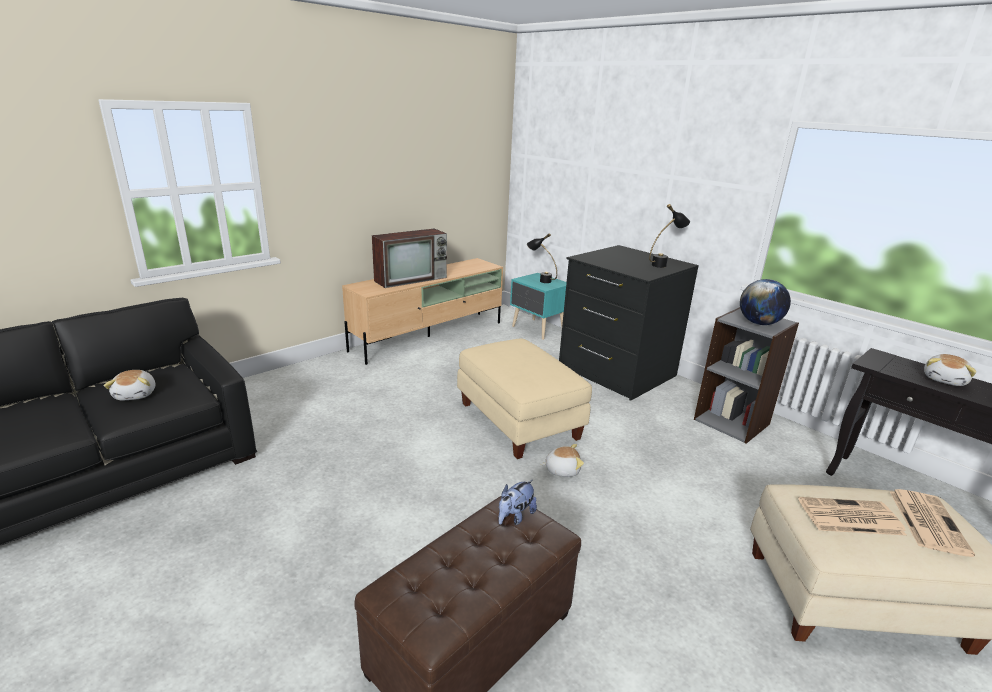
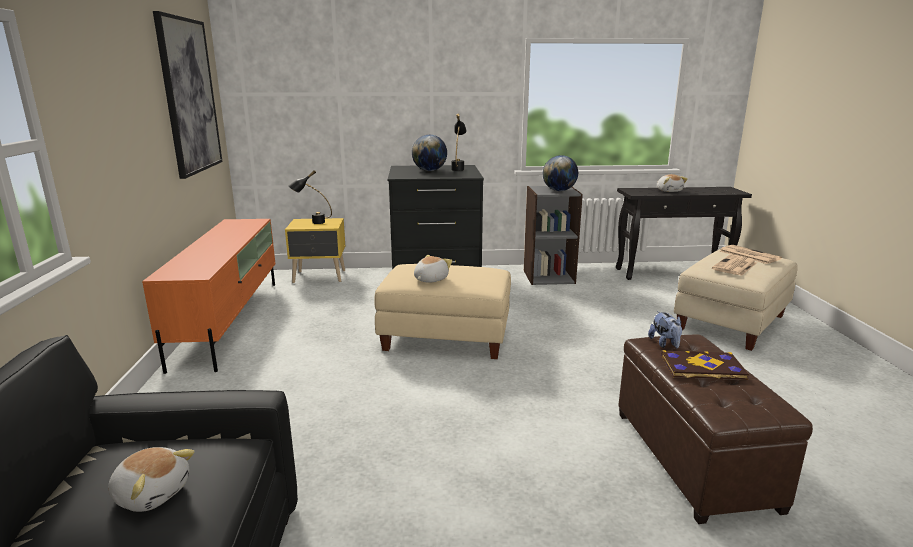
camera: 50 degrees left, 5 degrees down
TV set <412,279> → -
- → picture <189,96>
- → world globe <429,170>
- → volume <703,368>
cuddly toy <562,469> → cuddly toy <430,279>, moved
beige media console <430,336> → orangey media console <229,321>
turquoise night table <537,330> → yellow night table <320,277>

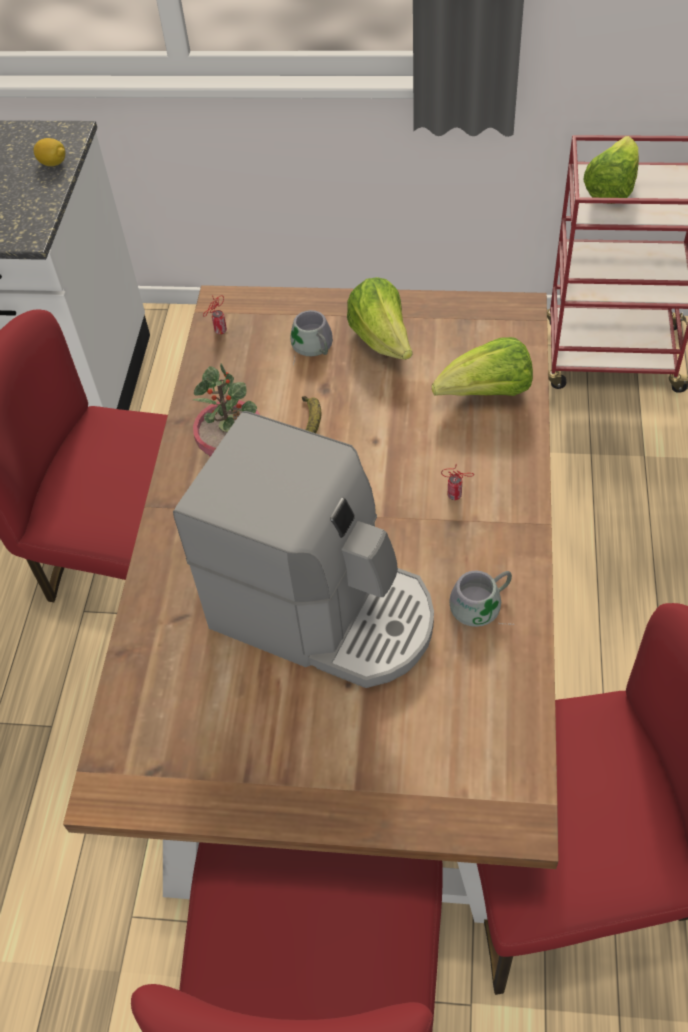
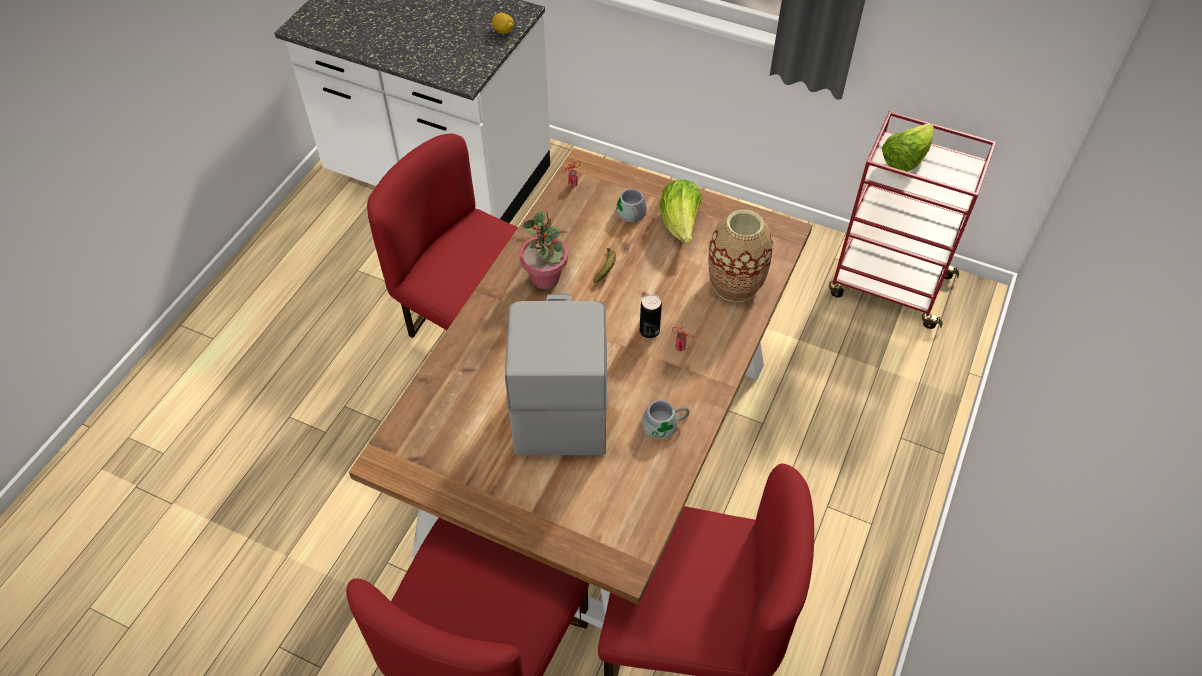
camera: 15 degrees right, 0 degrees up
- → sealed can <649,331>
head of lettuce <487,394> → vase <735,285>
coffee maker <324,612> → coffee maker <560,396>, 135 degrees counterclockwise

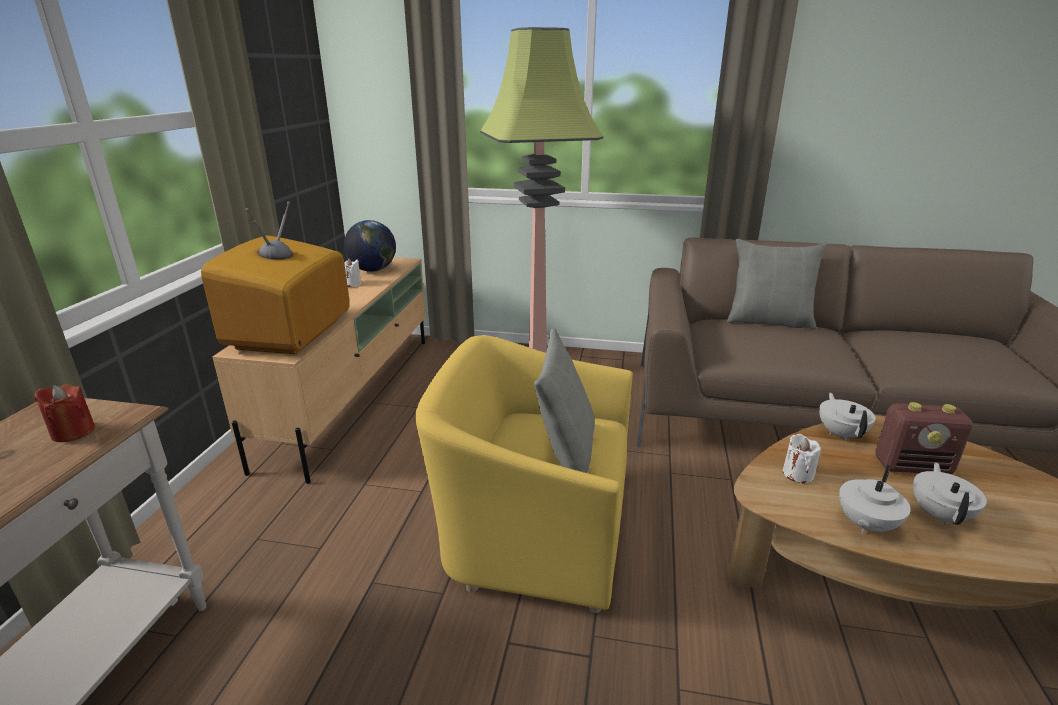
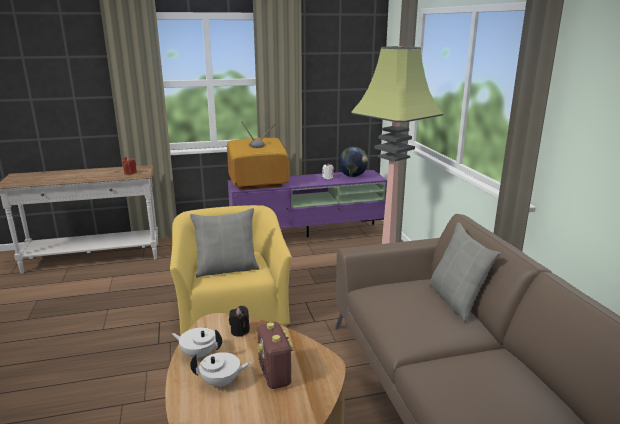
camera: 65 degrees right, 5 degrees down
white-coloured tea pot <841,433> → -
beige media console <353,395> → purple media console <308,236>
white-coloured candle <798,474> → blackish candle <240,331>

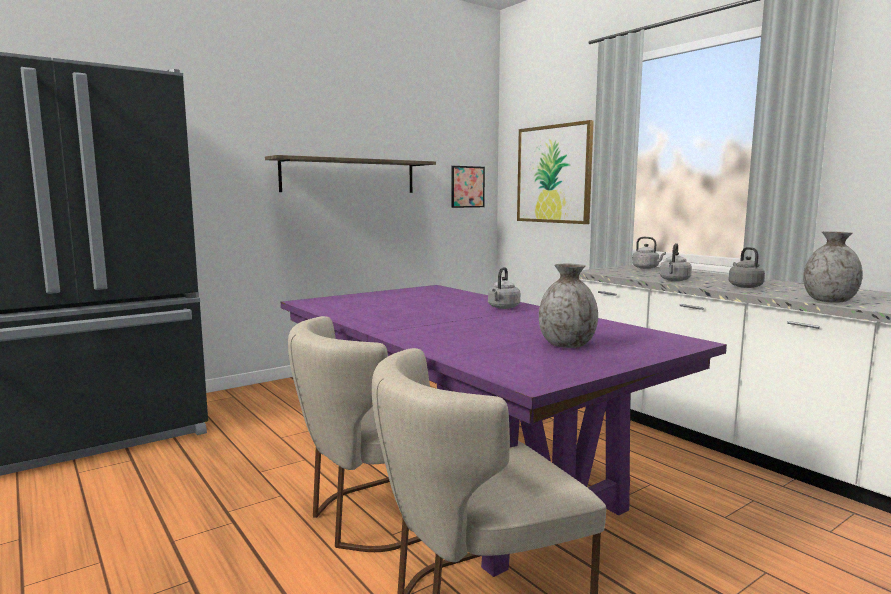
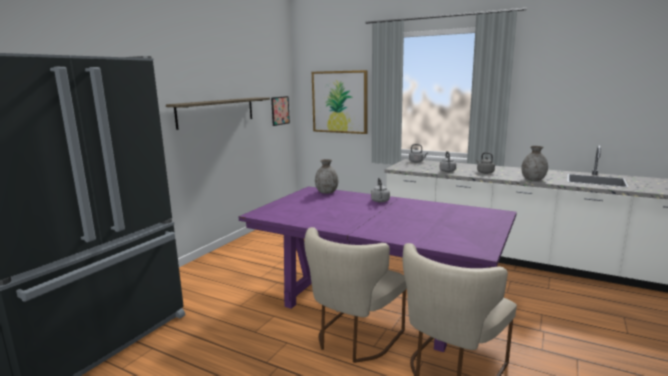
camera: 25 degrees left, 5 degrees up
greyish vase <566,345> → greyish vase <326,192>, moved

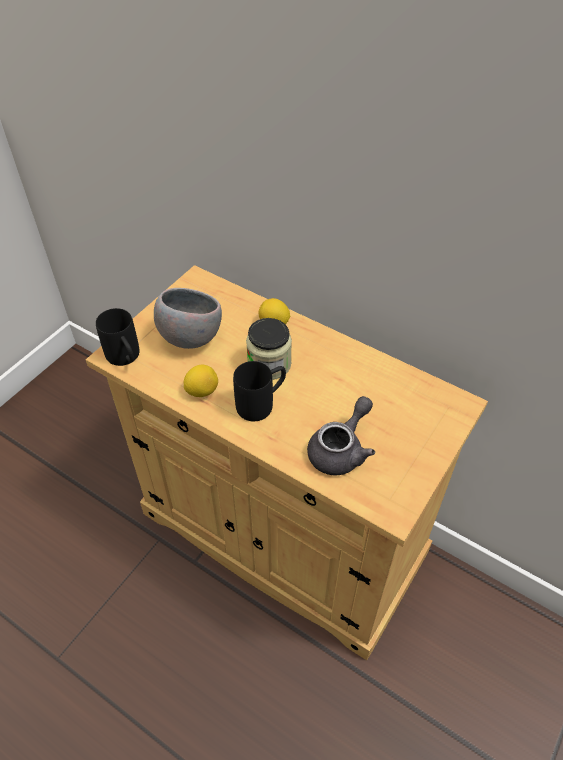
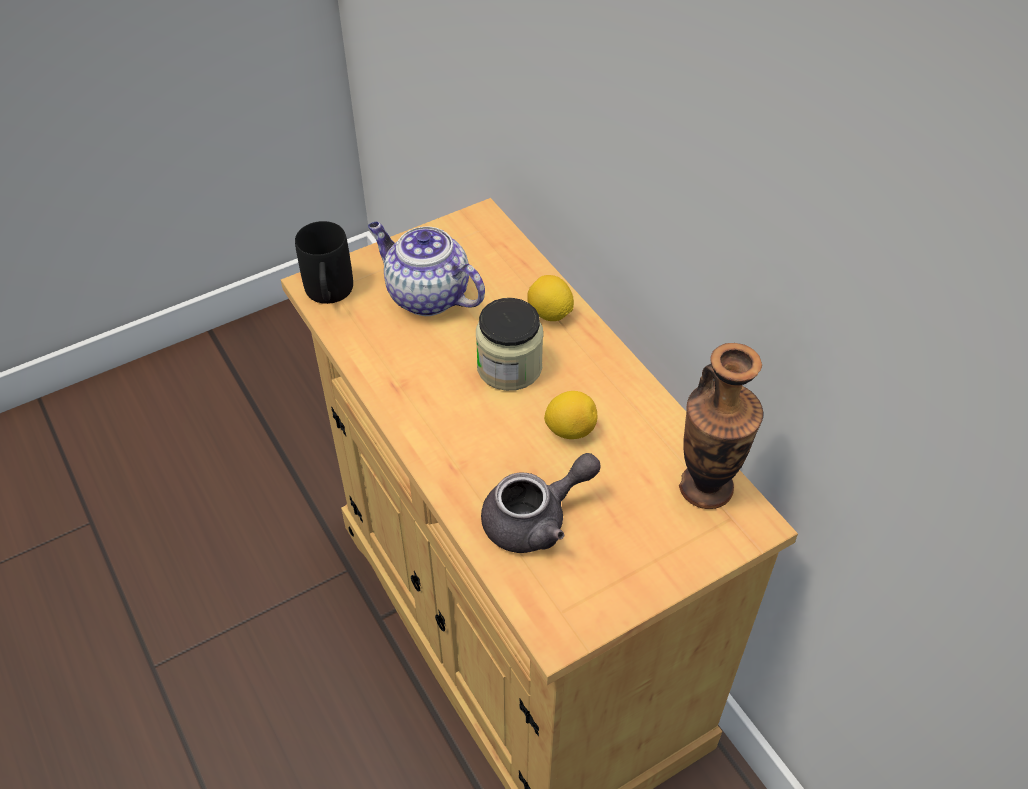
camera: 25 degrees right, 0 degrees up
blackish mug <262,403> → -
- → vase <706,487>
lemon <202,391> → lemon <570,430>, moved
greyish deep dish <190,338> → tea pot <426,296>

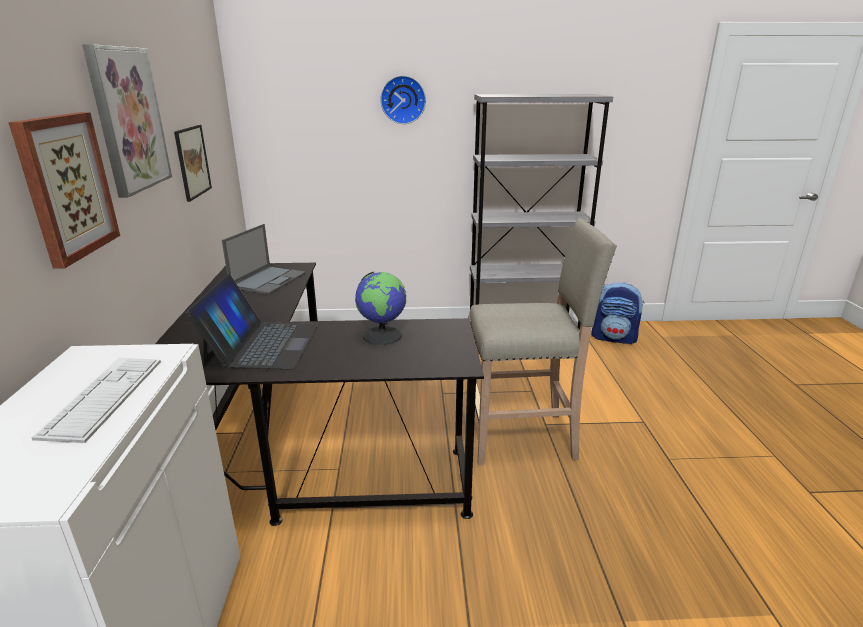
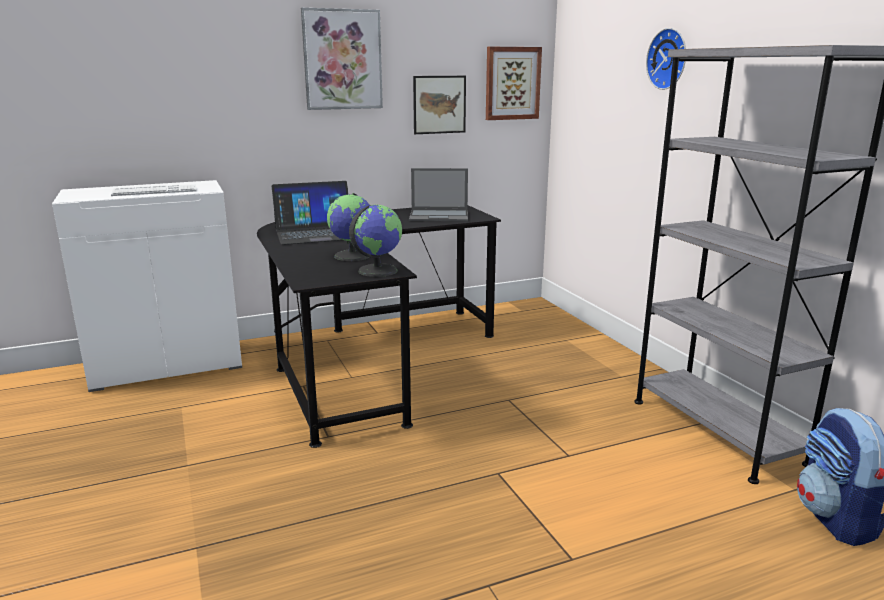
camera: 70 degrees right, 5 degrees down
beige stool seat <523,438> → -
- → world globe <377,270>
picture <66,187> → picture <512,83>, moved

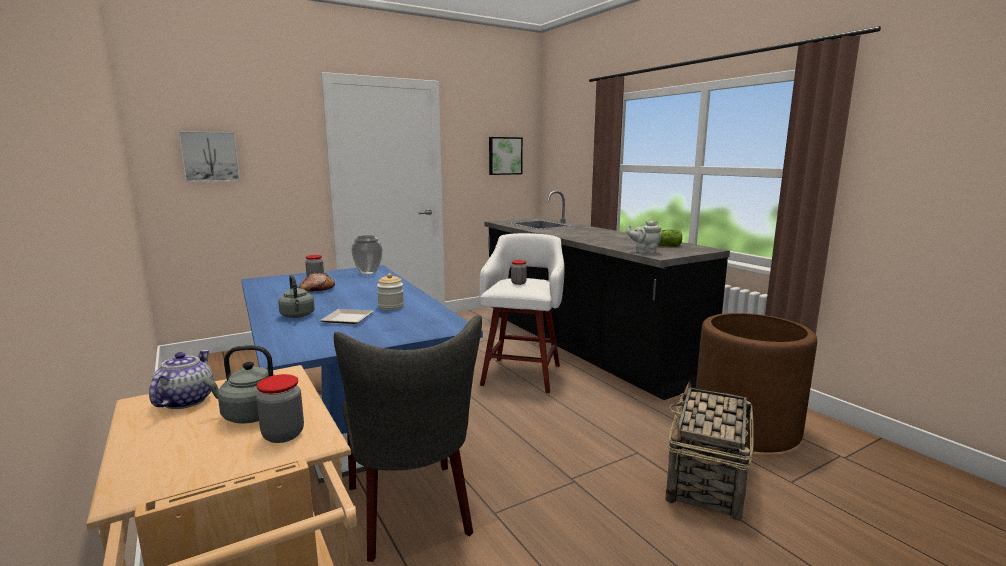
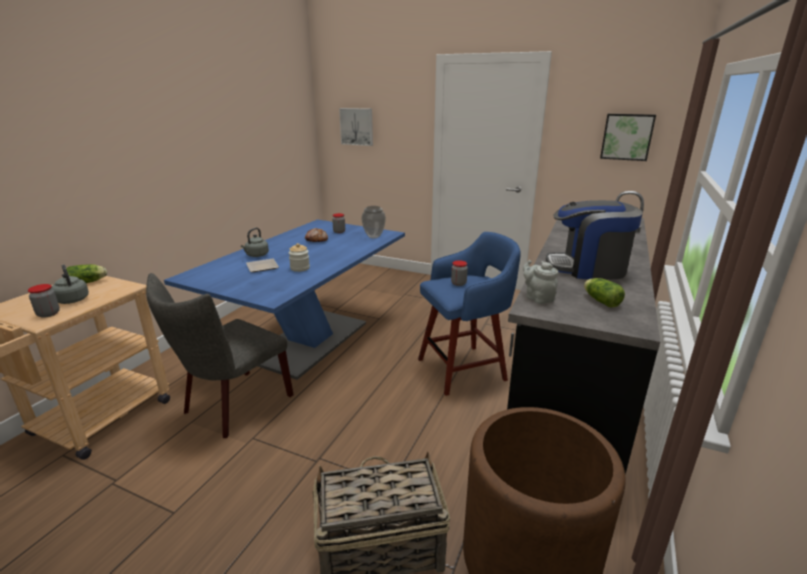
camera: 55 degrees right, 10 degrees up
- → coffee maker <587,268>
tea pot <185,400> → head of lettuce <89,282>
white-coloured stool seat <522,373> → blue stool seat <464,369>

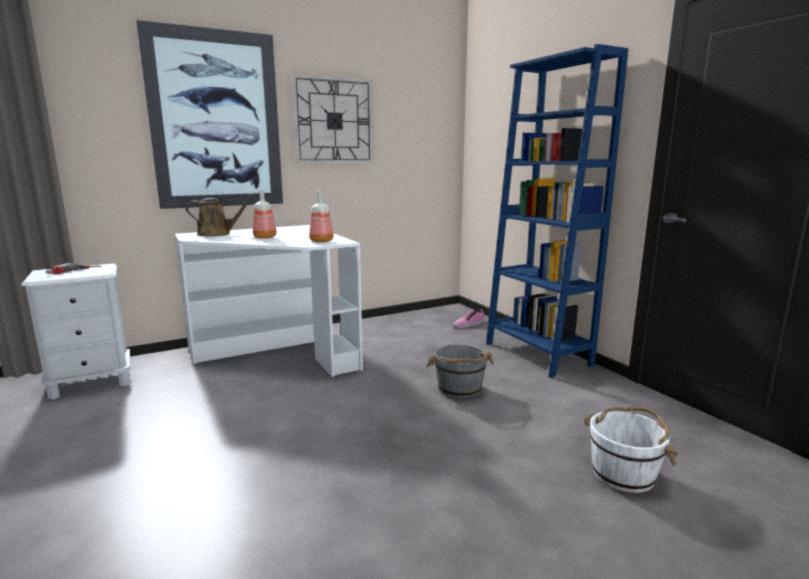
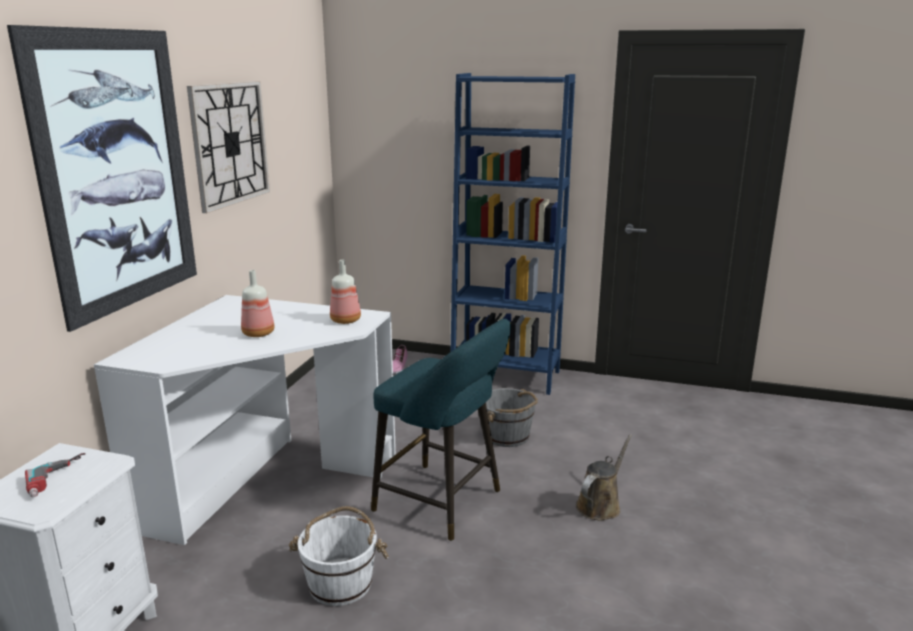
camera: 45 degrees left, 5 degrees up
- → turquoise stool seat <443,503>
brown-coloured watering pot <217,234> → brown-coloured watering pot <600,505>, moved
white-coloured pail <623,473> → white-coloured pail <341,583>, moved

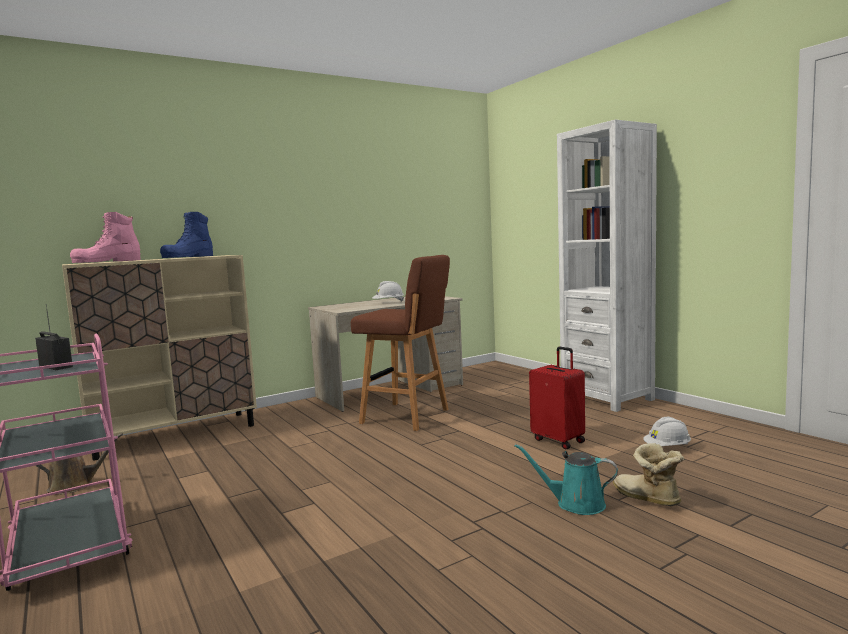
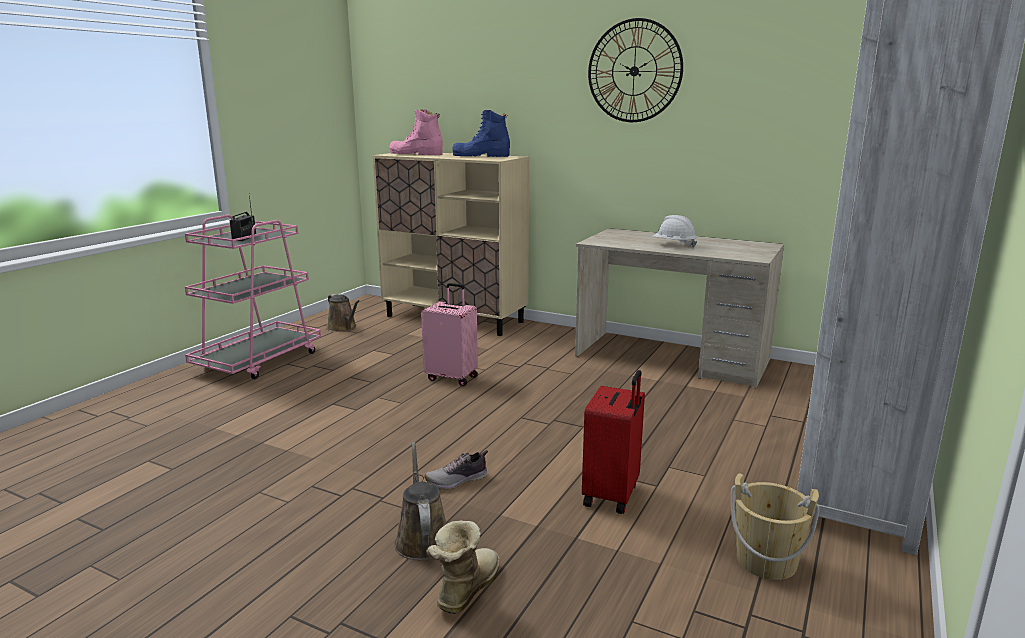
camera: 60 degrees right, 10 degrees up
brown-coloured stool seat <408,417> → -
white-coloured safety helmet <667,448> → -
- → pinkish piece of luggage <452,377>
- → shoe <457,481>
- → hanging clock <634,71>
- → beige pail <766,561>
turquoise watering pot <575,504> → brown-coloured watering pot <421,539>

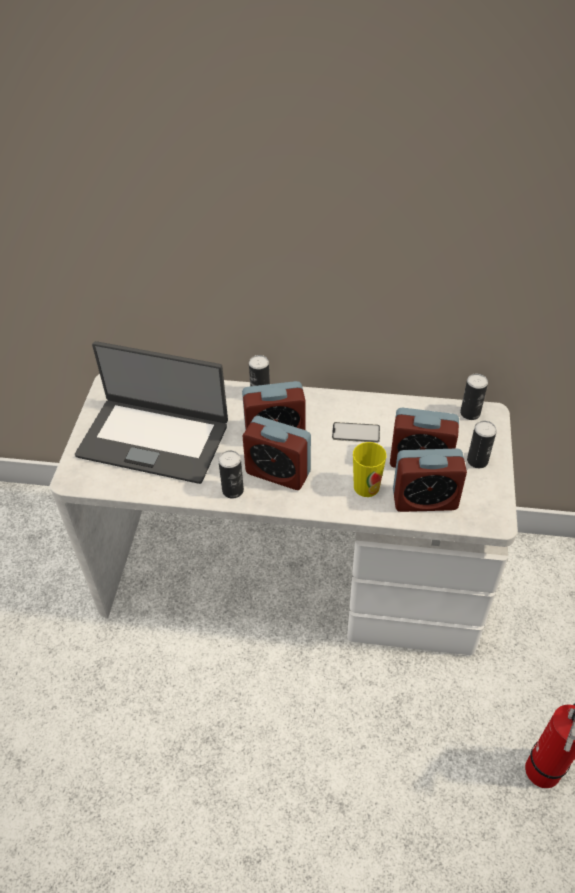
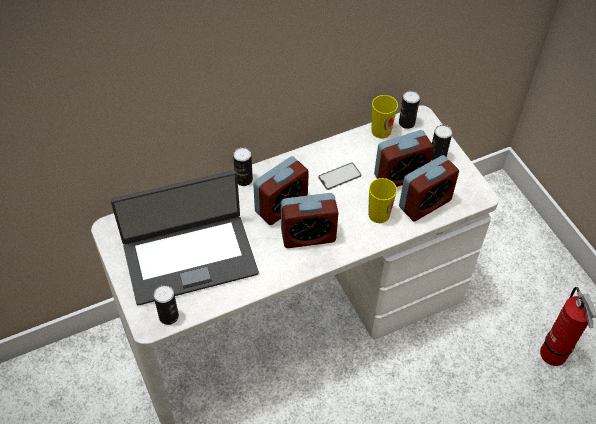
camera: 35 degrees left, 5 degrees up
- → cup <381,131>
sealed can <233,490> → sealed can <168,316>, moved

